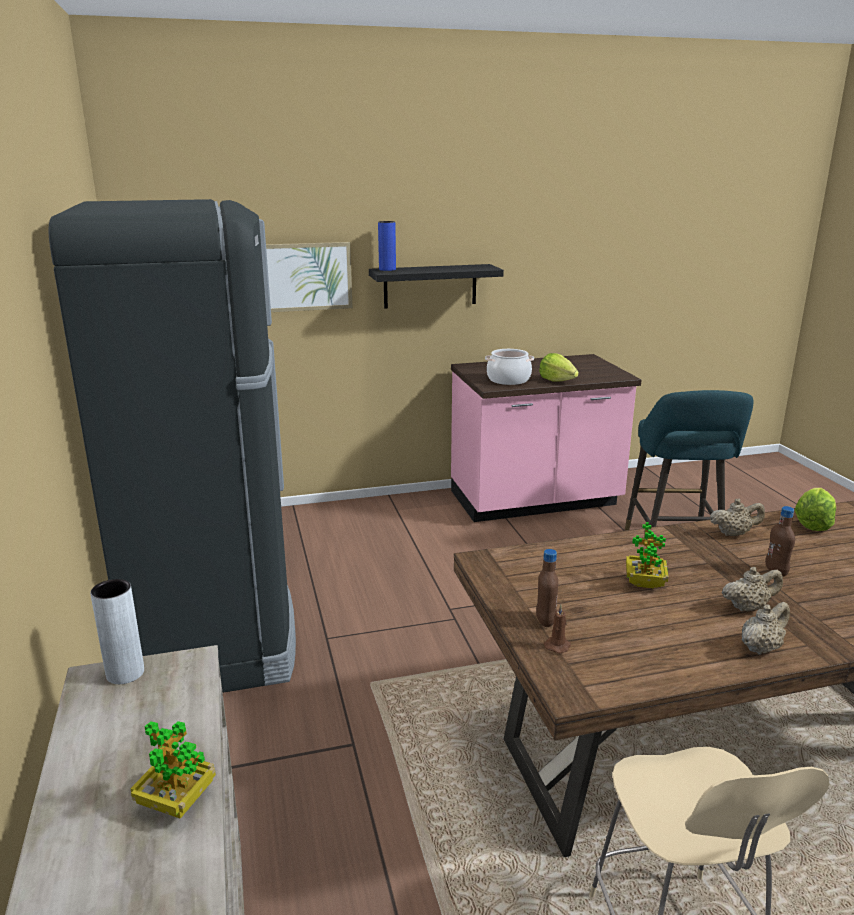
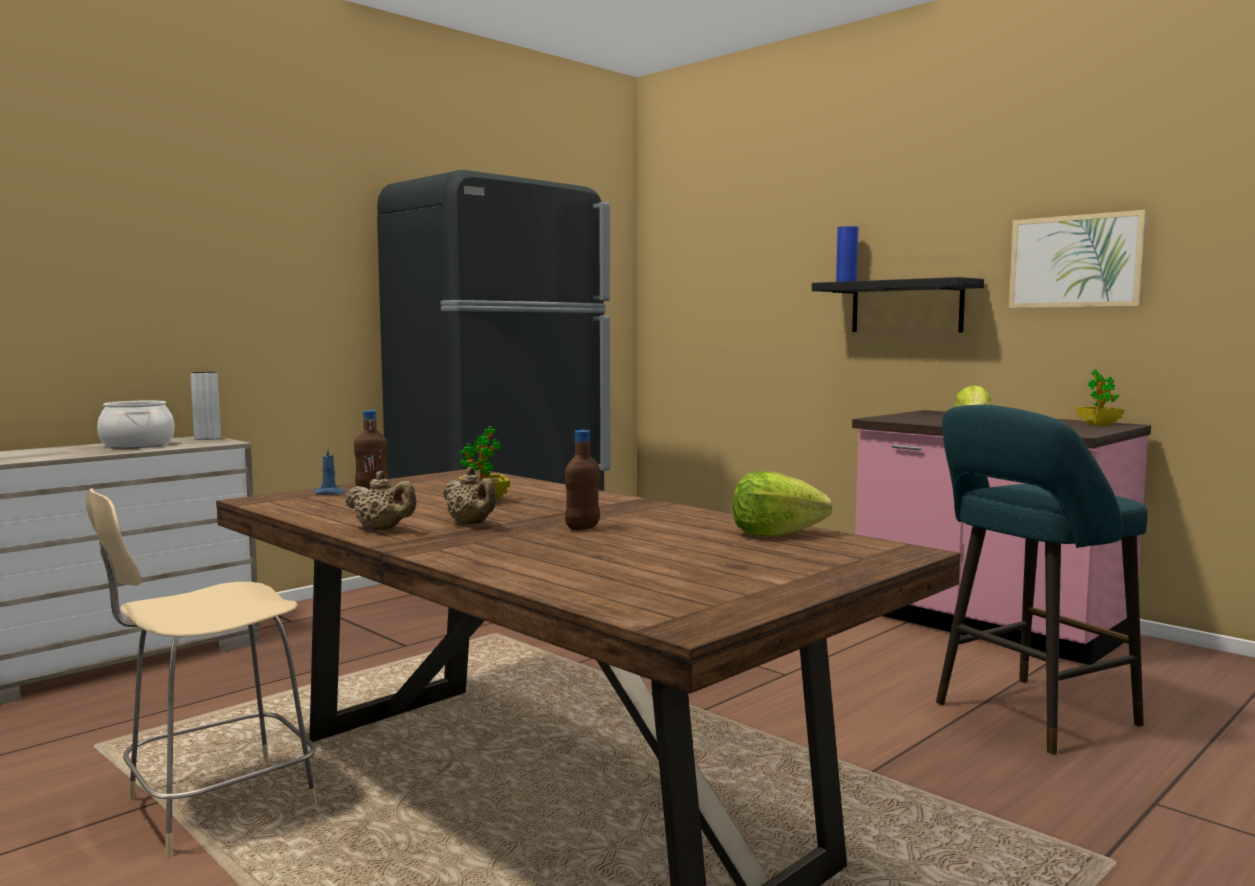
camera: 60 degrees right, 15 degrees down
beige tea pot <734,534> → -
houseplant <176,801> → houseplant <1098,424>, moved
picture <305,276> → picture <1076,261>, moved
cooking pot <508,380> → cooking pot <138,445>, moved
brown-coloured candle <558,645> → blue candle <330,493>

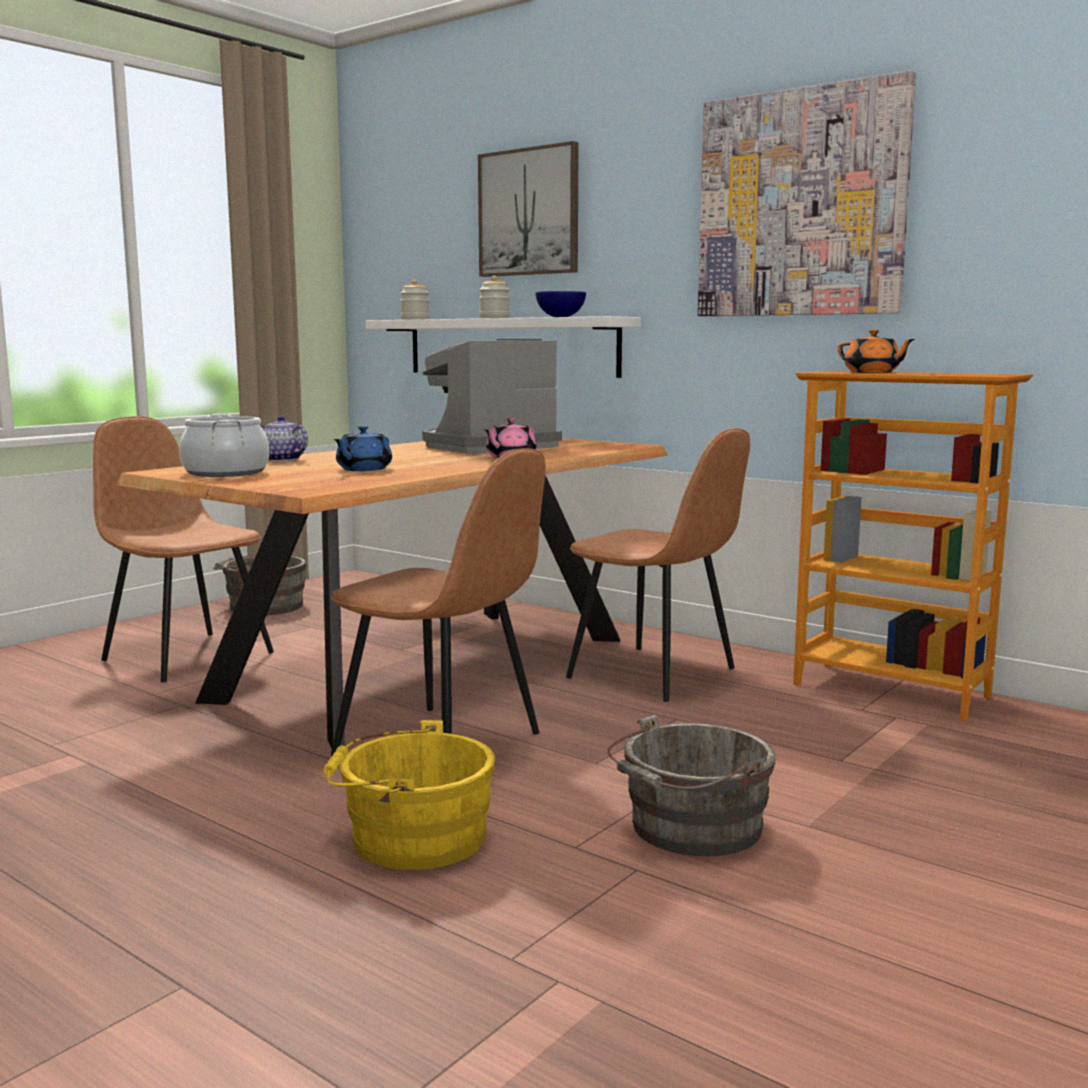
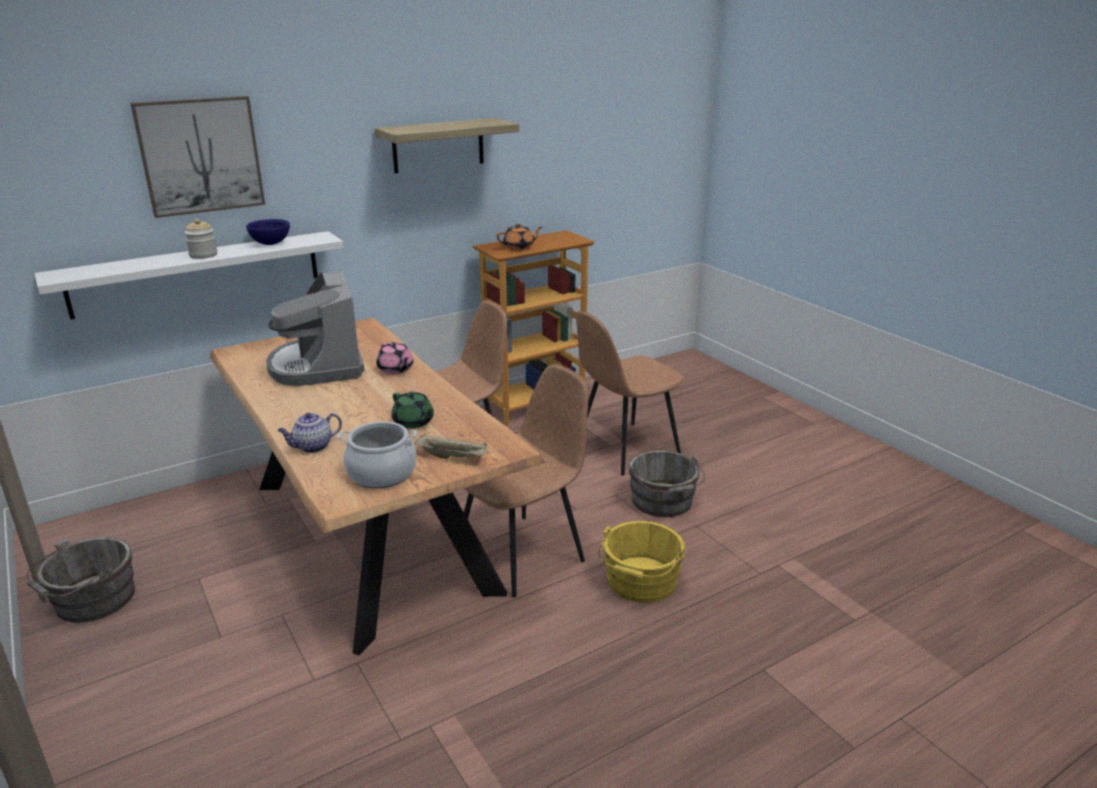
camera: 70 degrees left, 15 degrees up
preserve jar <415,319> → -
- → beige serving tray <453,457>
brown-coloured chair <186,656> → brown-coloured chair <625,449>, moved
picture <801,204> → bracket shelf <438,145>
blue tea pot <363,469> → greenish tea pot <413,422>

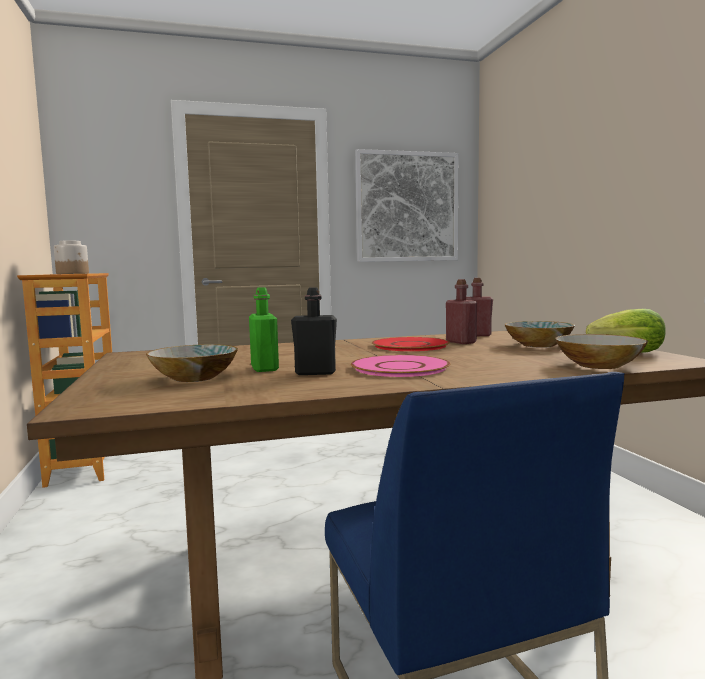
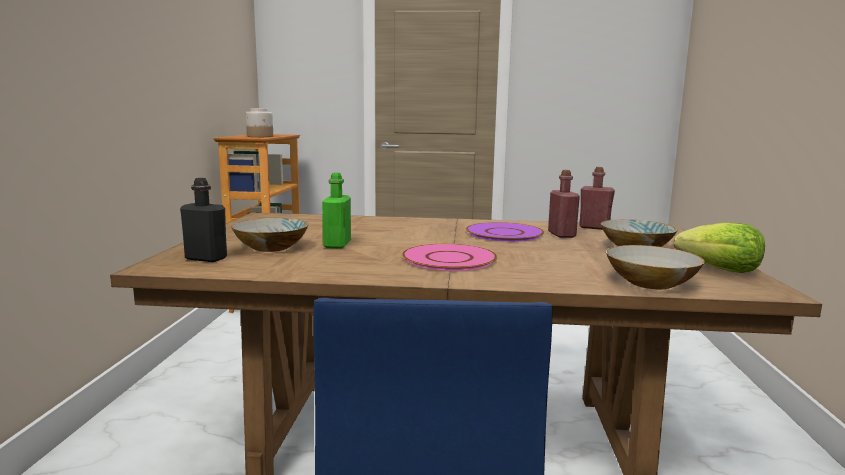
camera: 20 degrees right, 5 degrees up
picture <407,207> → -
blackish beverage bottle <315,373> → blackish beverage bottle <206,258>, moved
red-coloured plate <409,345> → purple plate <503,233>

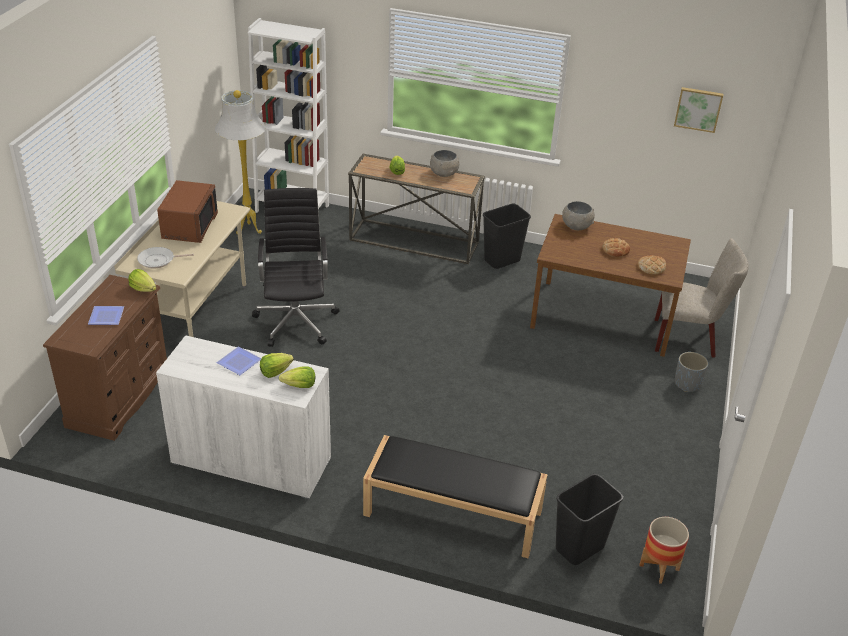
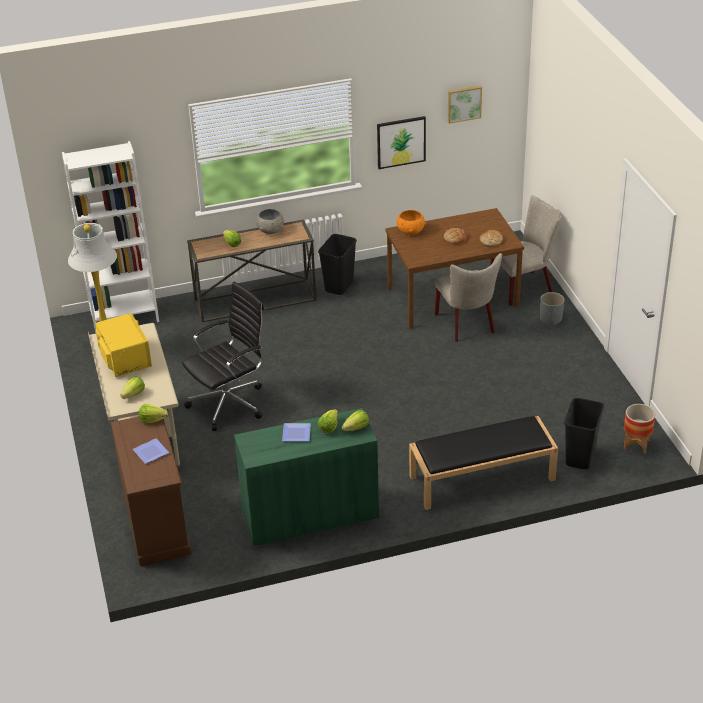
camera: 30 degrees left, 0 degrees up
- → picture <401,142>
- → beige chair <467,325>
skillet <158,260> → head of lettuce <134,394>
white-coloured cabinet <251,461> → greenish cabinet <310,516>
brown-coloured microwave <189,226> → yellow microwave <124,358>
greyish deep dish <576,226> → orangey deep dish <410,231>
blackish computer chair <296,320> → blackish computer chair <230,403>, 90 degrees clockwise

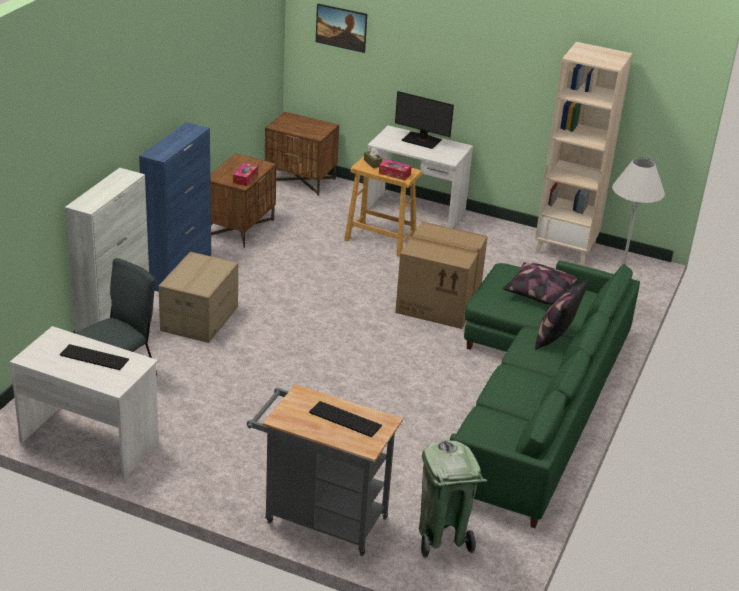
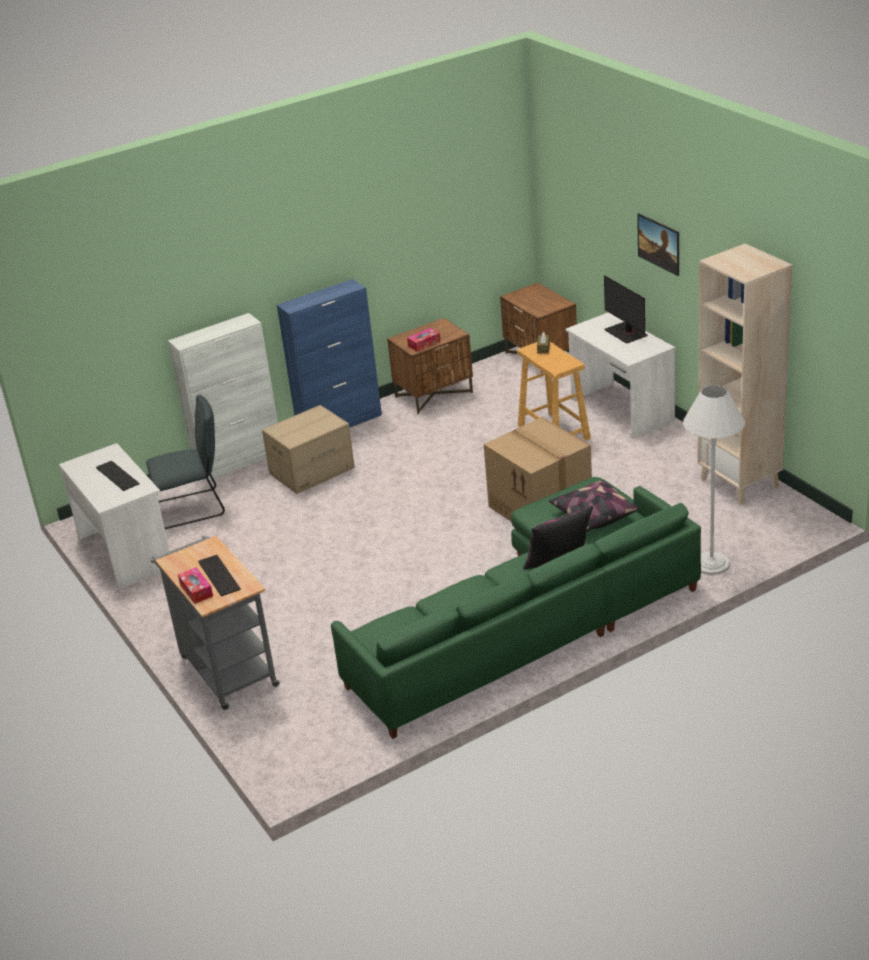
camera: 40 degrees right, 0 degrees up
greenish waste bin <442,537> → -
picture <340,37> → picture <658,254>, moved
tissue box <394,174> → tissue box <196,590>, moved

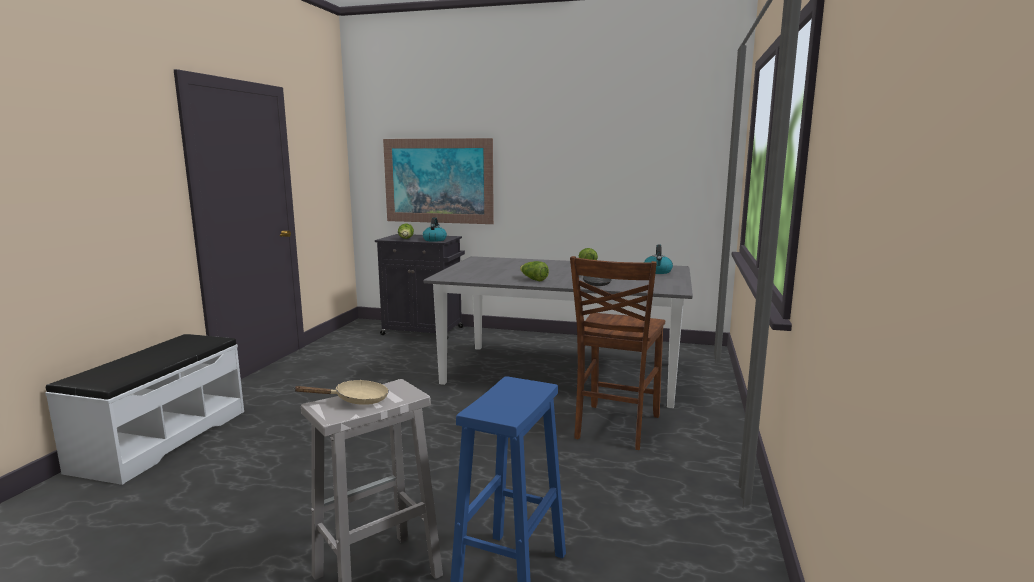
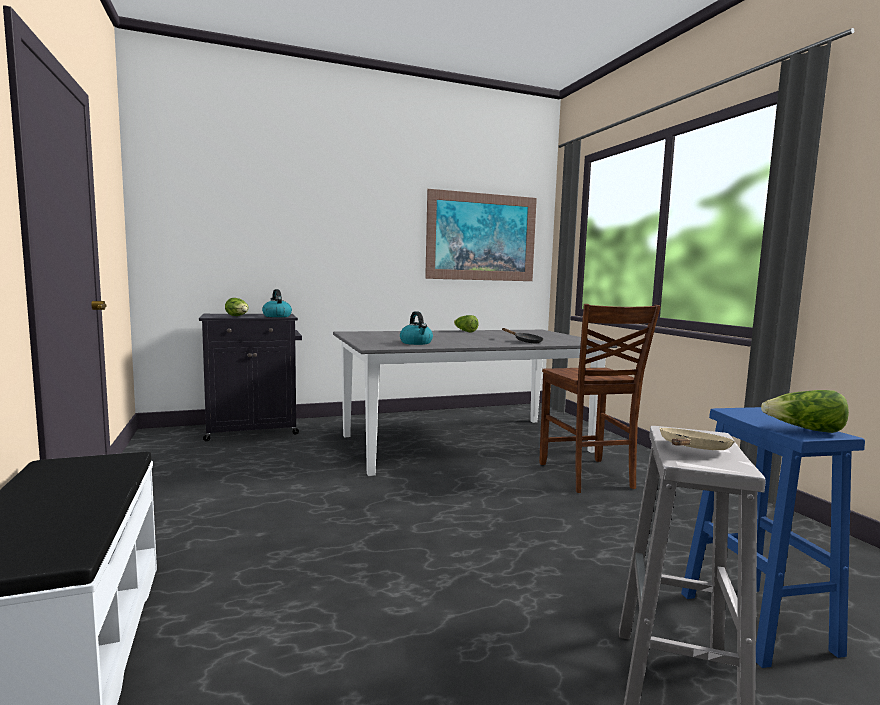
camera: 35 degrees left, 5 degrees down
picture <438,181> → picture <481,237>, moved
head of lettuce <533,279> → head of lettuce <804,430>, moved
water kettle <657,272> → water kettle <416,343>, moved

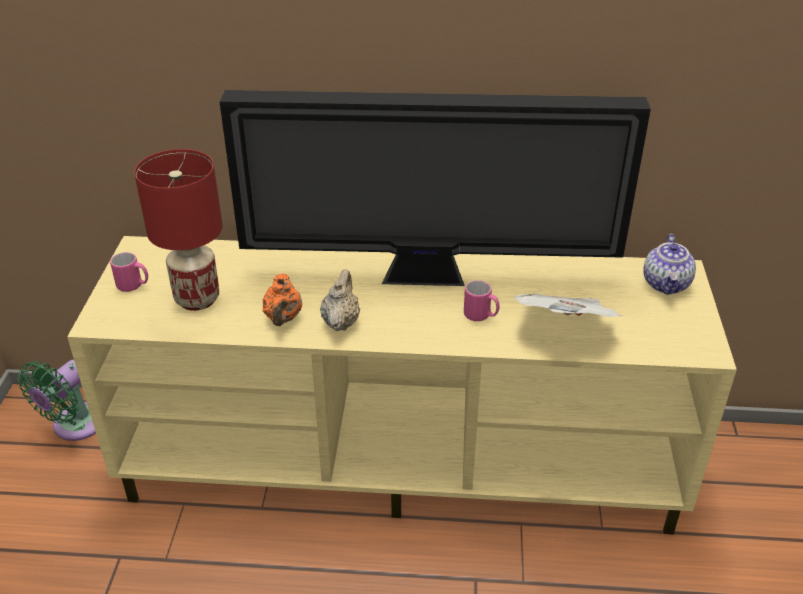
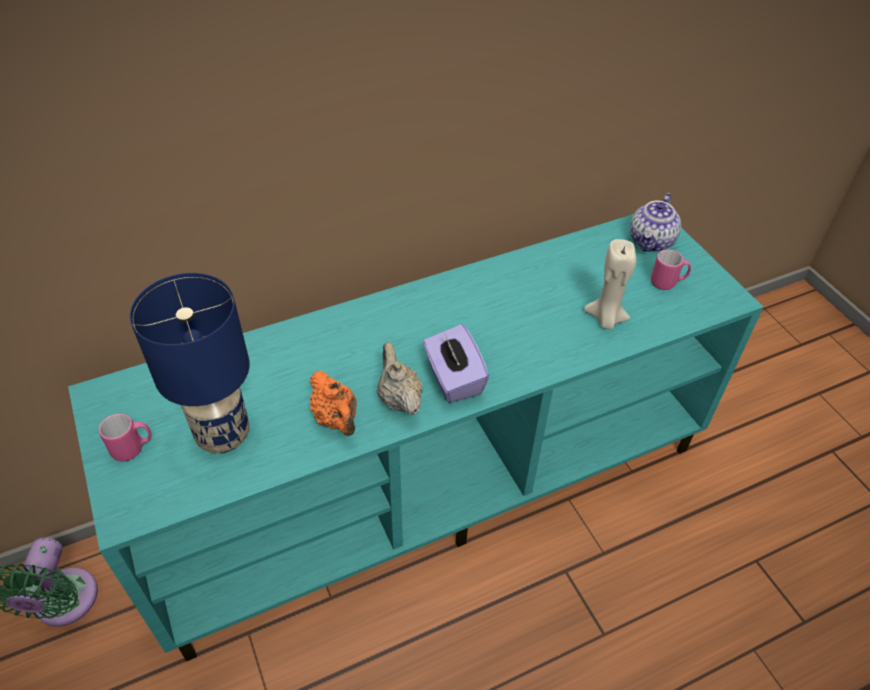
camera: 30 degrees left, 10 degrees up
TV set <429,278> → -
- → purple tissue box <453,379>
pinkish mug <481,316> → pinkish mug <667,282>, moved
printed paper <566,327> → beige candle <606,319>
beige media console <403,462> → turquoise media console <433,487>
red-coloured tabletop lamp <198,299> → blue tabletop lamp <224,434>
tea pot <666,284> → tea pot <651,241>, 45 degrees clockwise

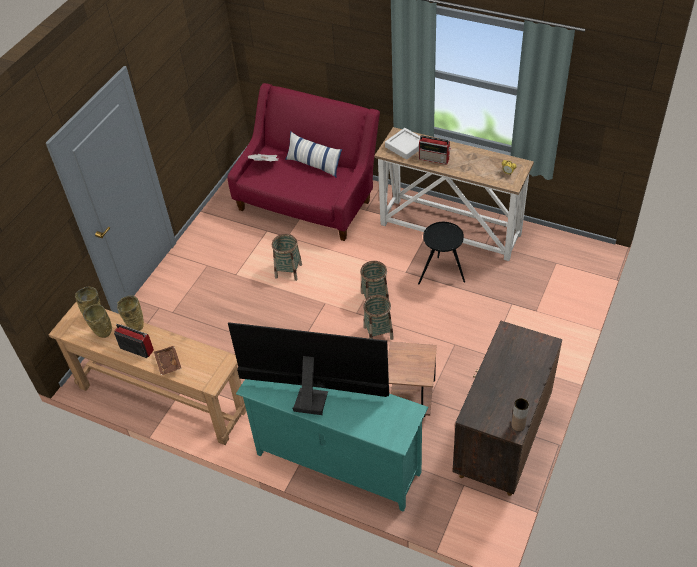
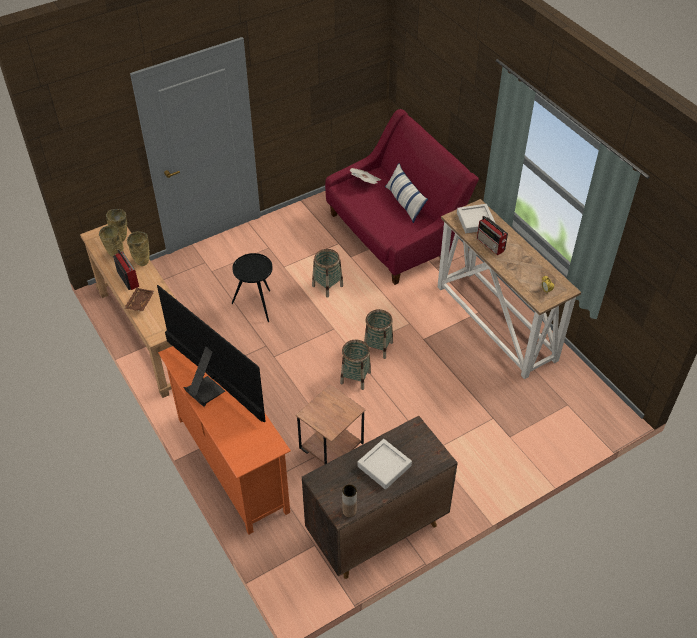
camera: 30 degrees right, 0 degrees up
- → greyish serving tray <384,466>
blackish side table <441,275> → blackish side table <256,307>, moved
turquoise media console <337,463> → orangey media console <231,464>

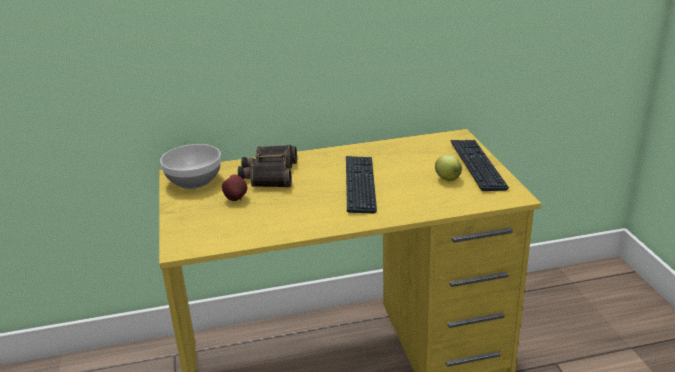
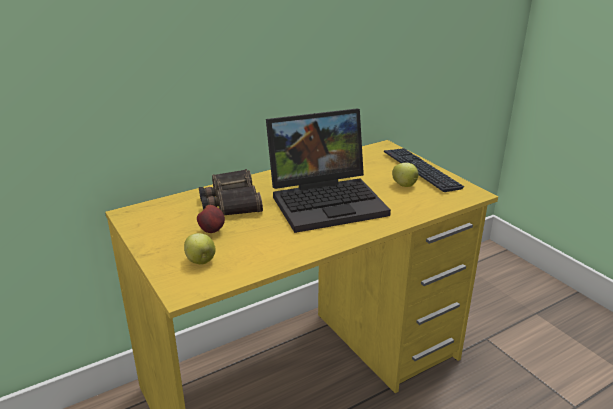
camera: 20 degrees left, 0 degrees up
deep dish <195,181> → -
- → apple fruit <201,261>
PC keyboard <360,184> → portable computer <328,200>

